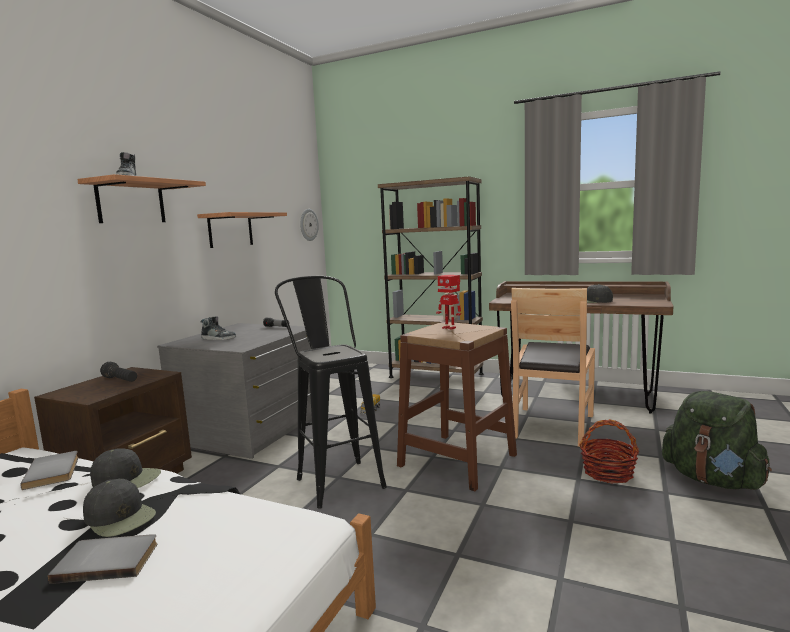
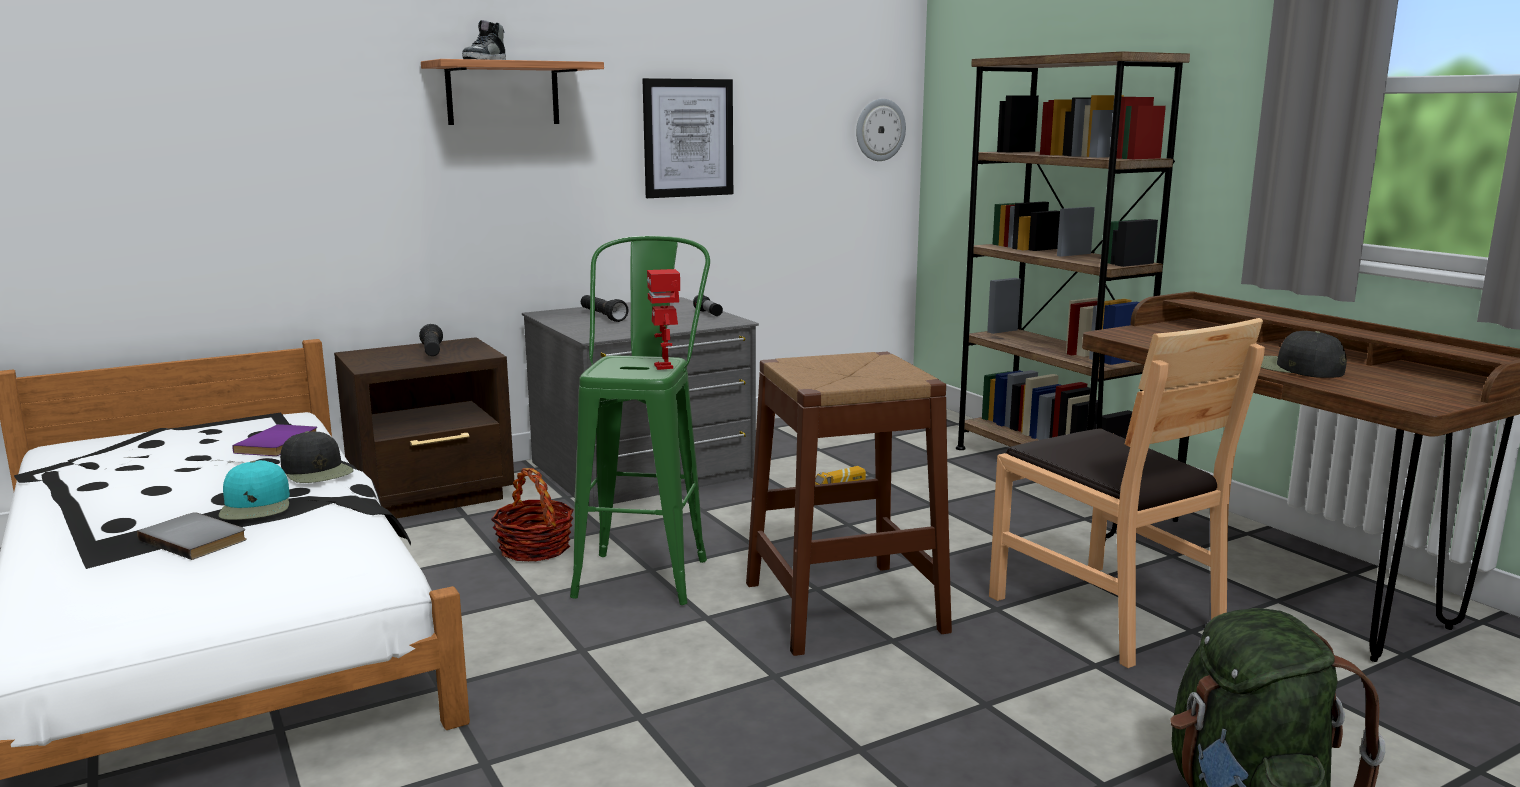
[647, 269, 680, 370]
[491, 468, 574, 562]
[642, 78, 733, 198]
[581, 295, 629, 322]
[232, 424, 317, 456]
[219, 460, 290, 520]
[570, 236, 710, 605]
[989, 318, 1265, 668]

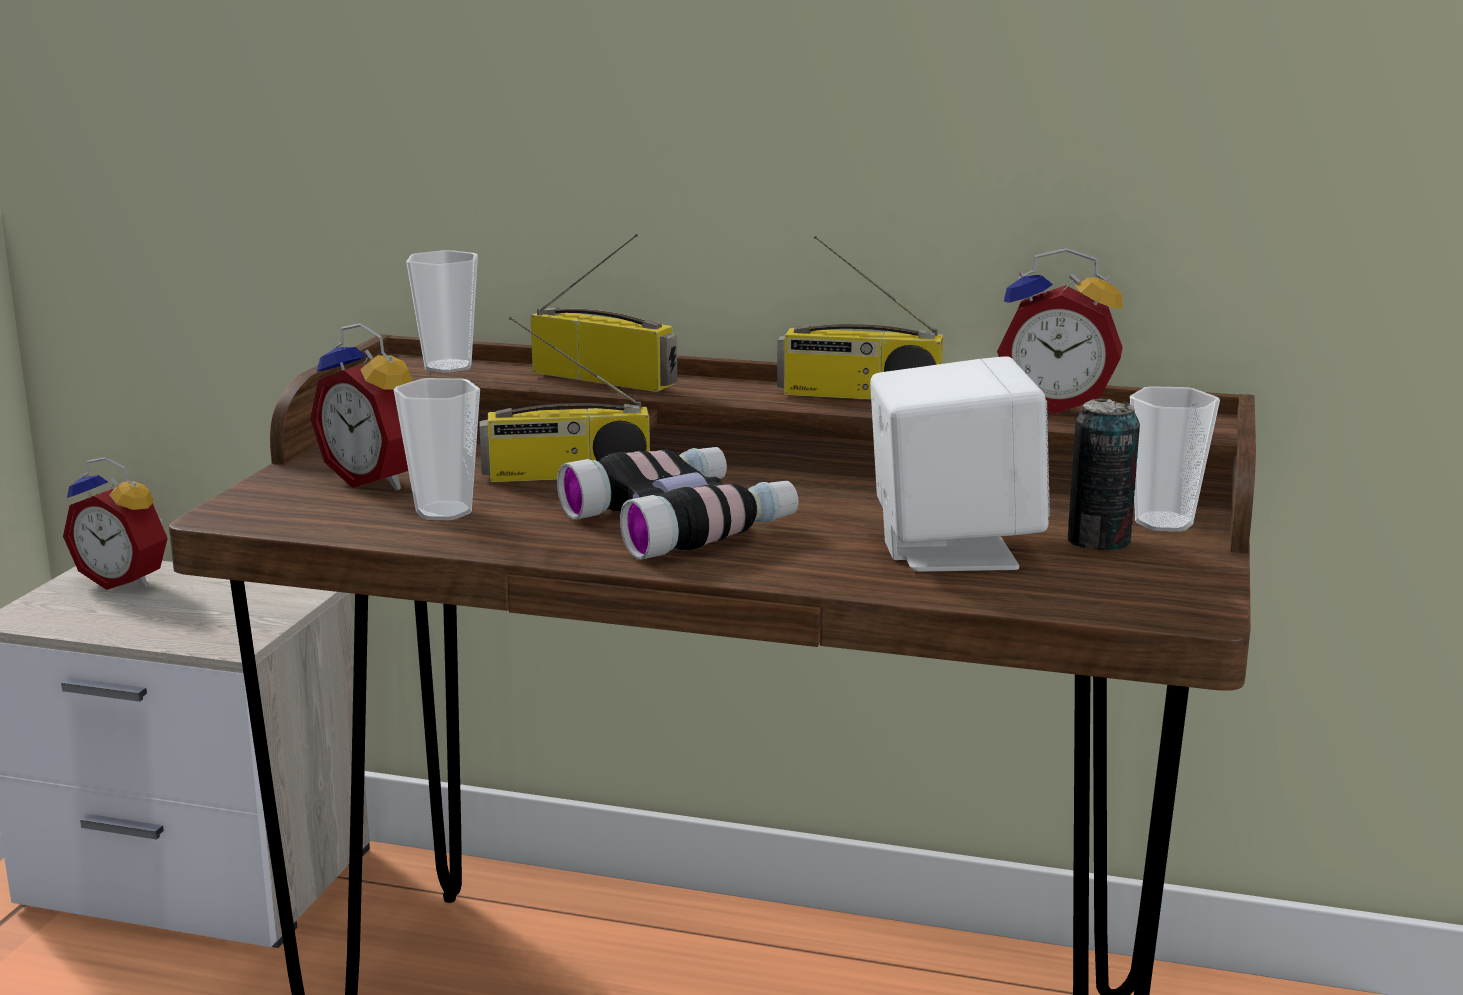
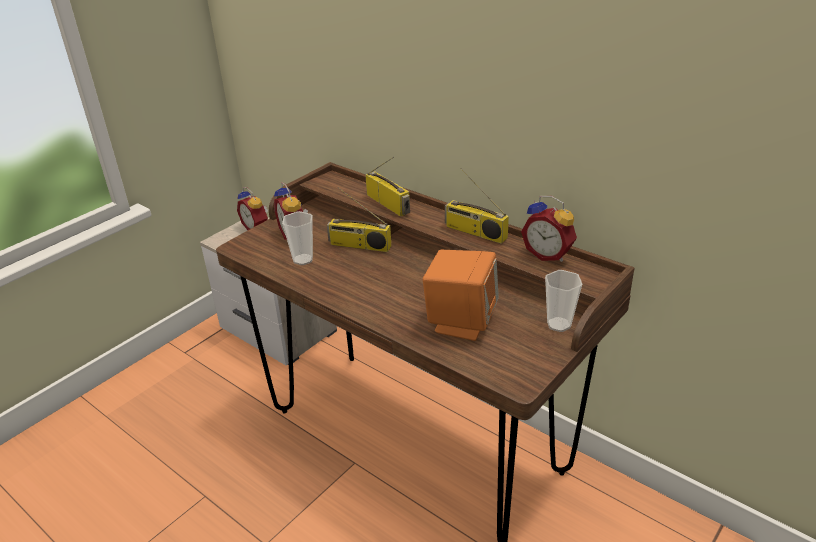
[406, 250, 478, 373] (first image)
[557, 447, 799, 560] (first image)
[1068, 398, 1140, 551] (first image)
[423, 250, 499, 341]

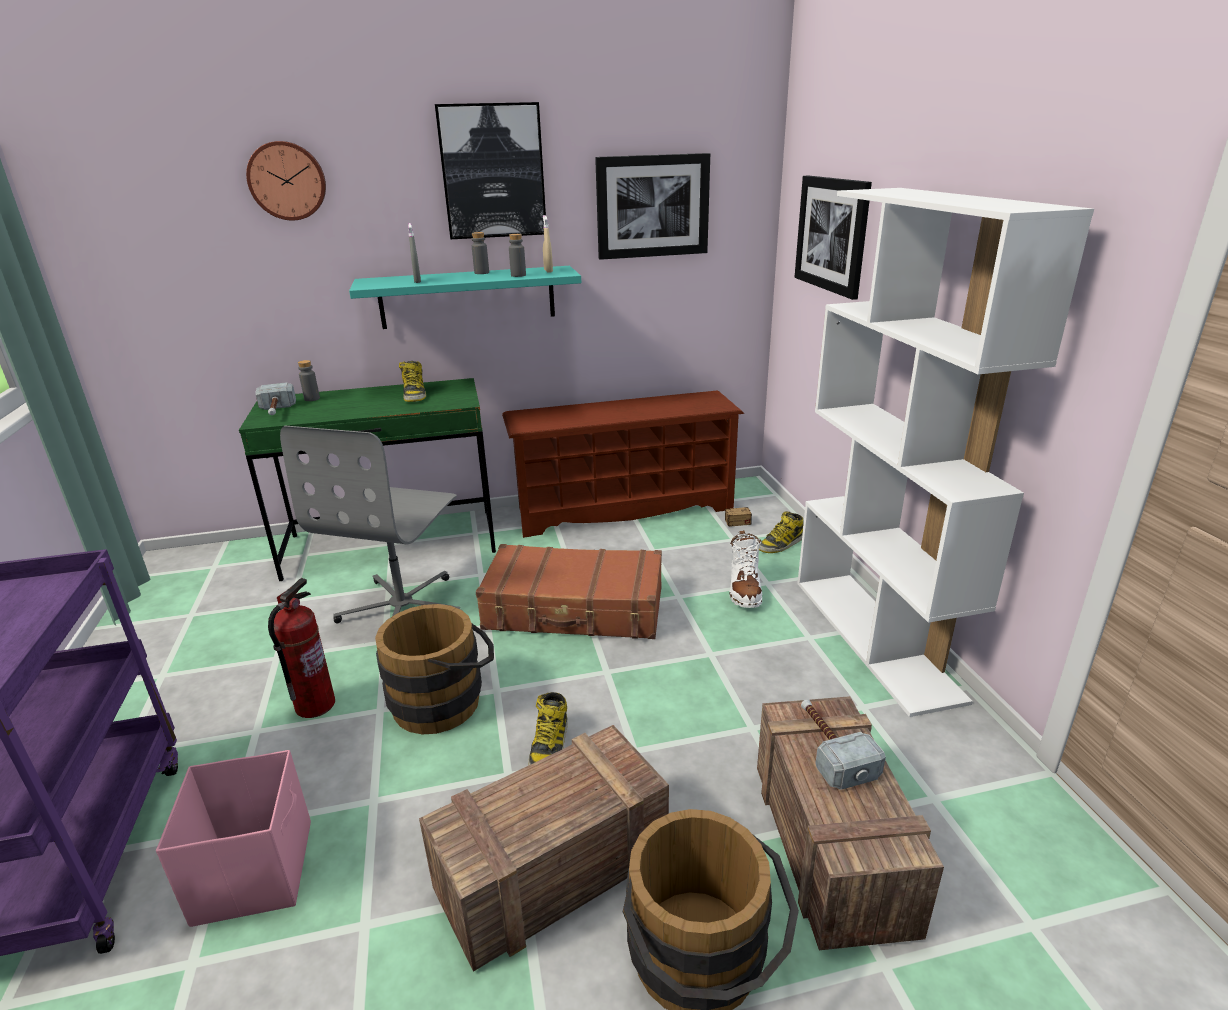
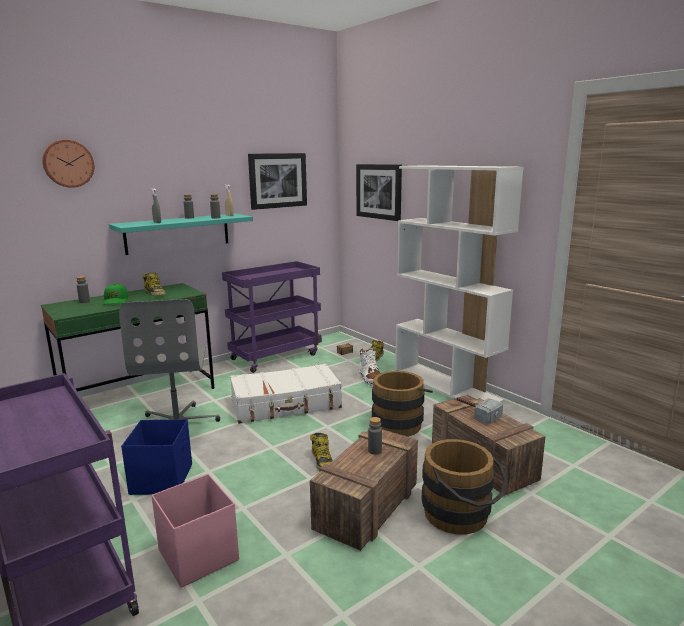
[255, 382, 296, 415] (first image)
[435, 102, 546, 239] (first image)
[103, 283, 129, 305]
[368, 417, 382, 455]
[372, 371, 433, 437]
[121, 419, 192, 495]
[222, 261, 322, 373]
[230, 363, 342, 424]

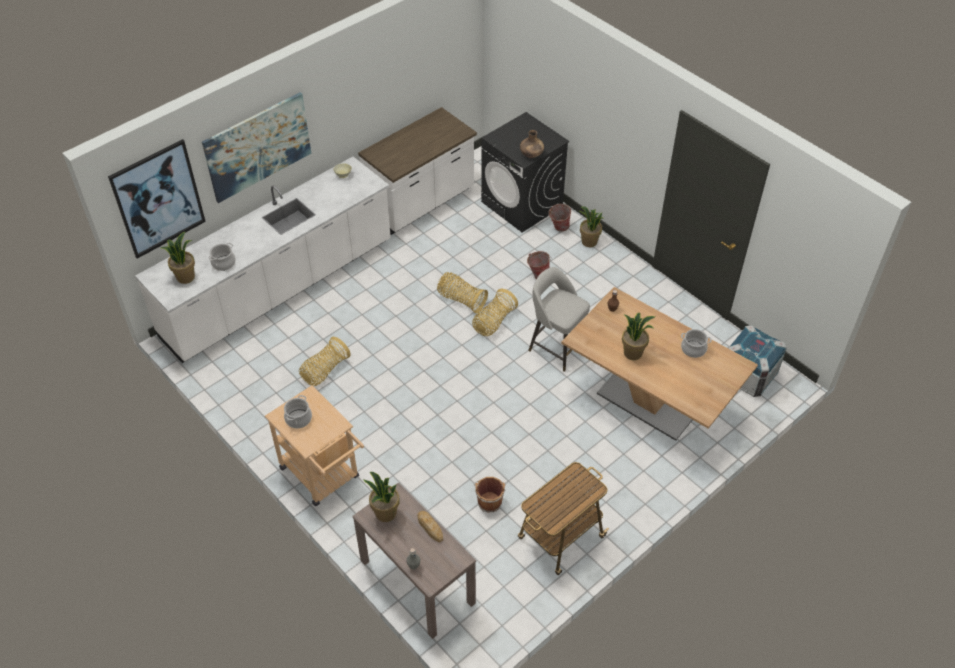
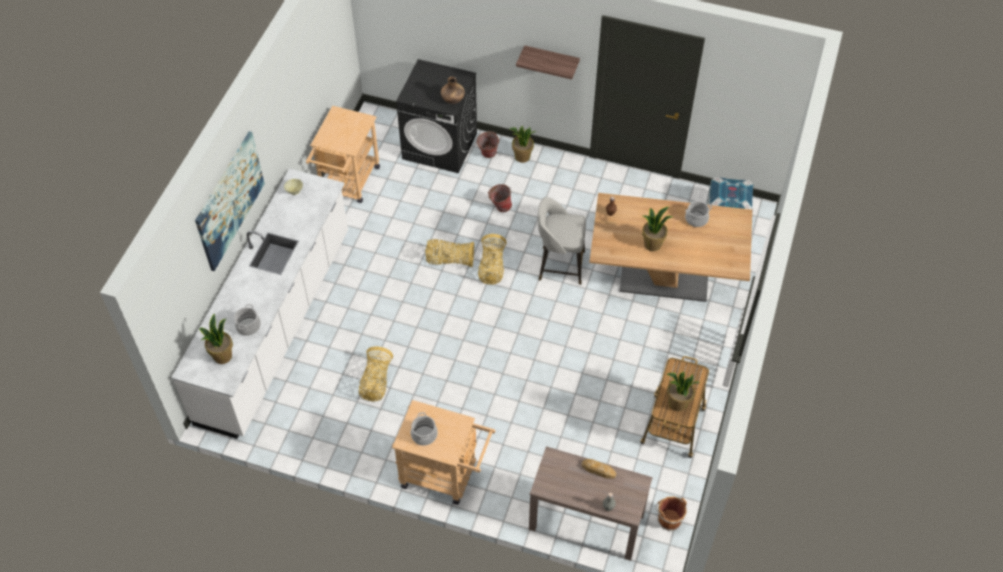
[108, 139, 206, 259] (first image)
[516, 45, 580, 79]
[667, 371, 700, 411]
[656, 497, 687, 531]
[306, 106, 380, 203]

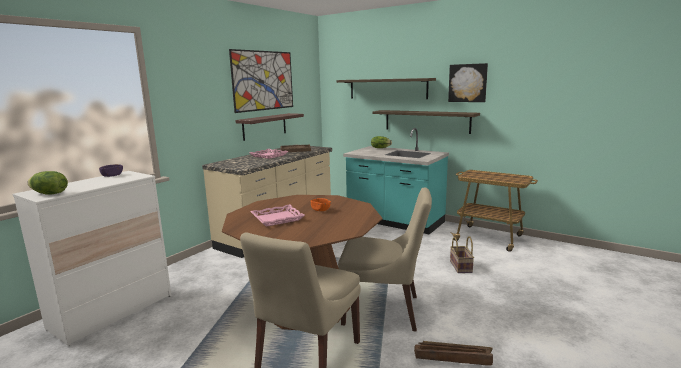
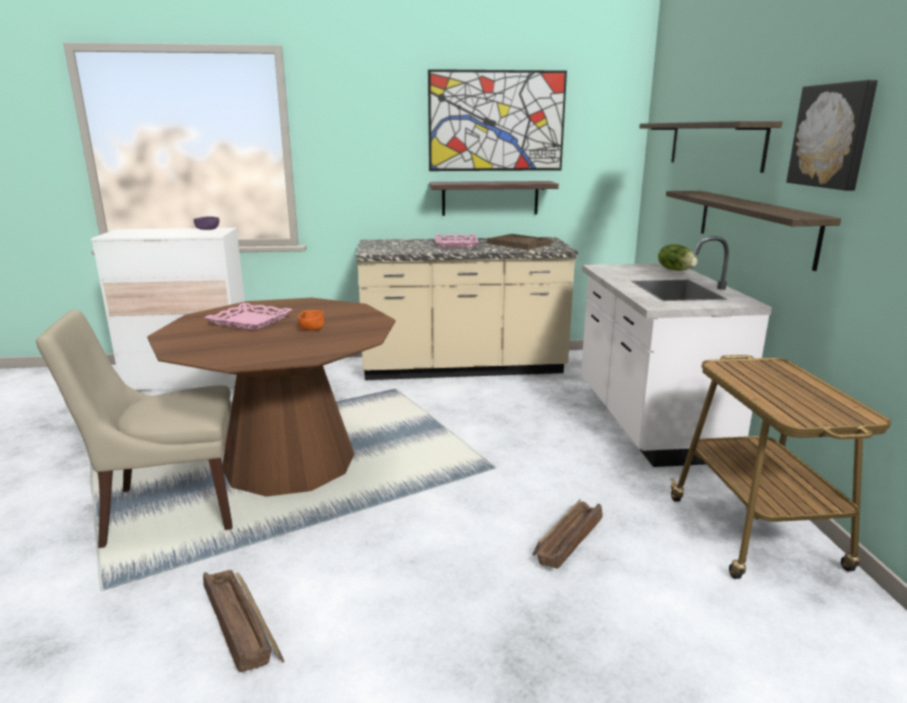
[27, 171, 68, 195] (first image)
[338, 187, 432, 331] (first image)
[533, 499, 603, 569]
[581, 236, 772, 467]

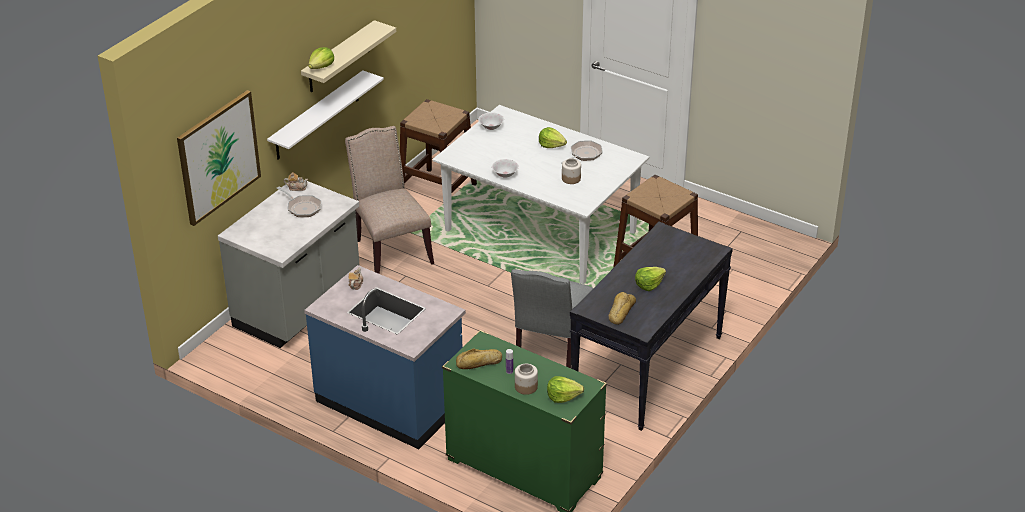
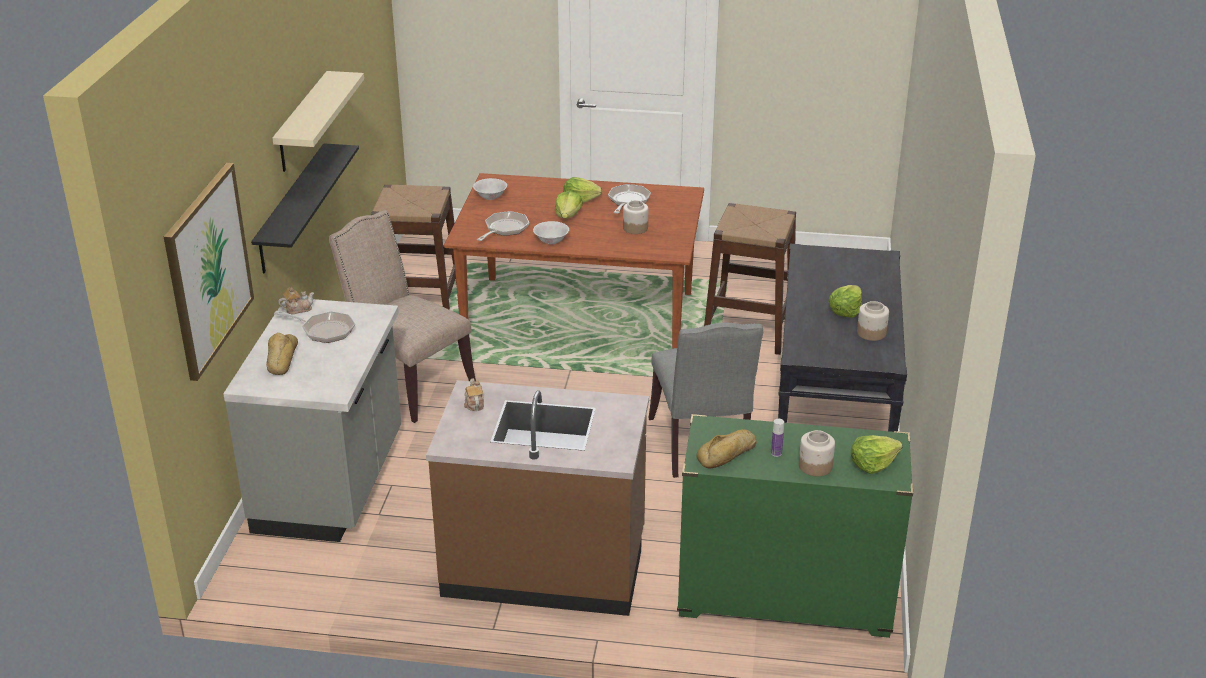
[477, 211, 529, 241]
[857, 301, 889, 341]
[555, 191, 583, 218]
[266, 333, 298, 375]
[251, 143, 359, 273]
[426, 380, 649, 616]
[444, 173, 704, 349]

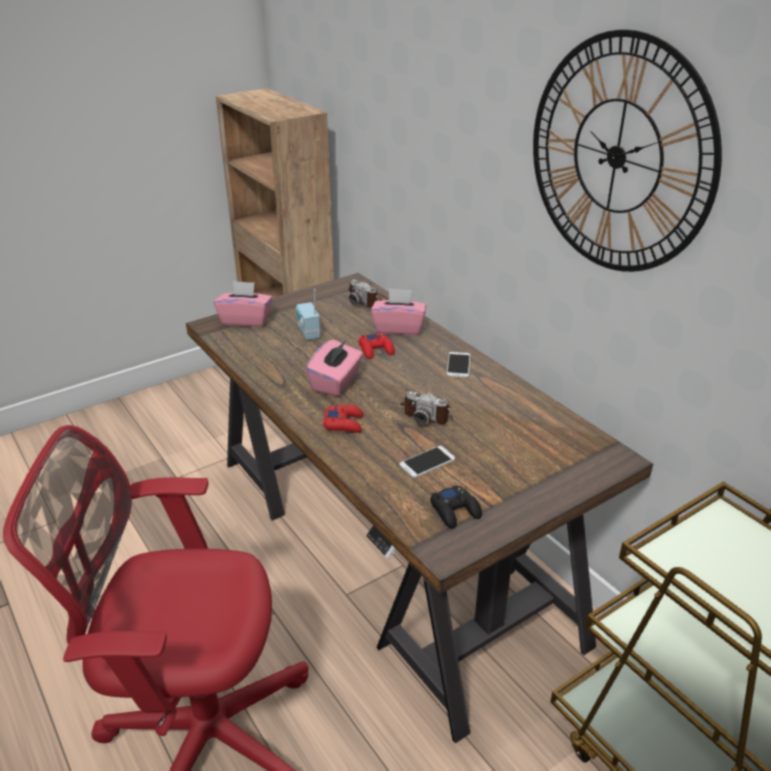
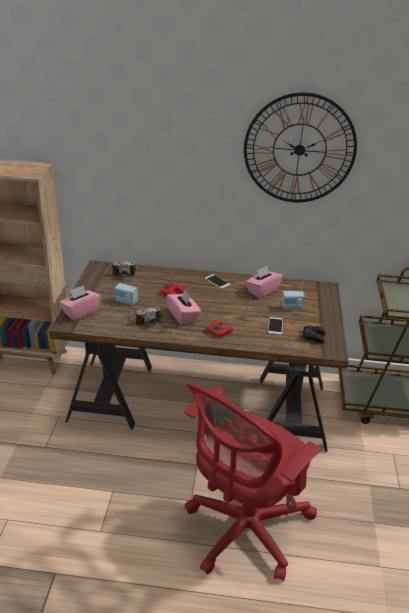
[281, 275, 306, 310]
[246, 266, 283, 299]
[128, 307, 163, 325]

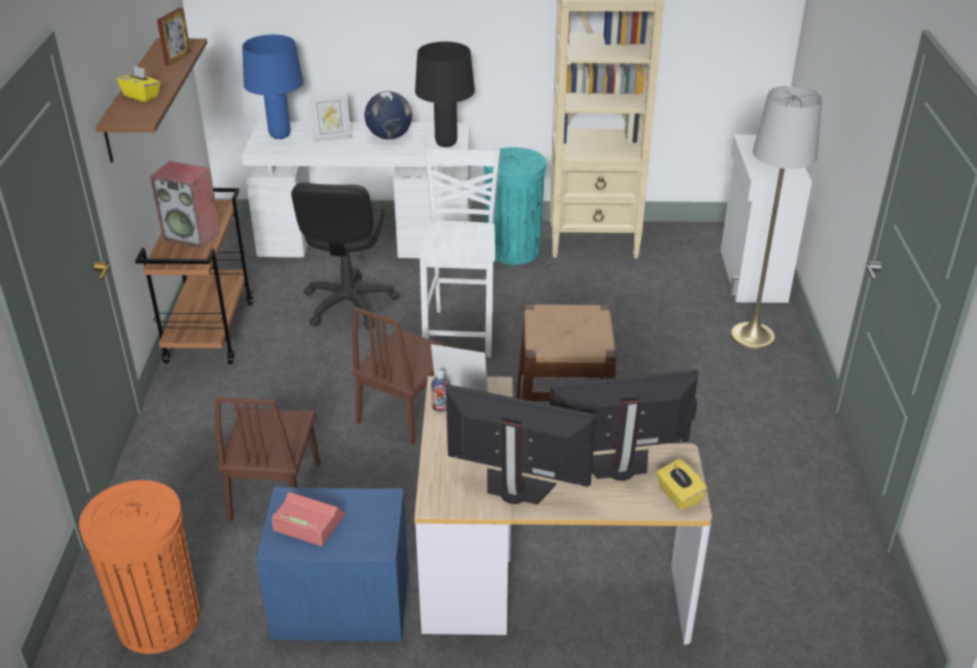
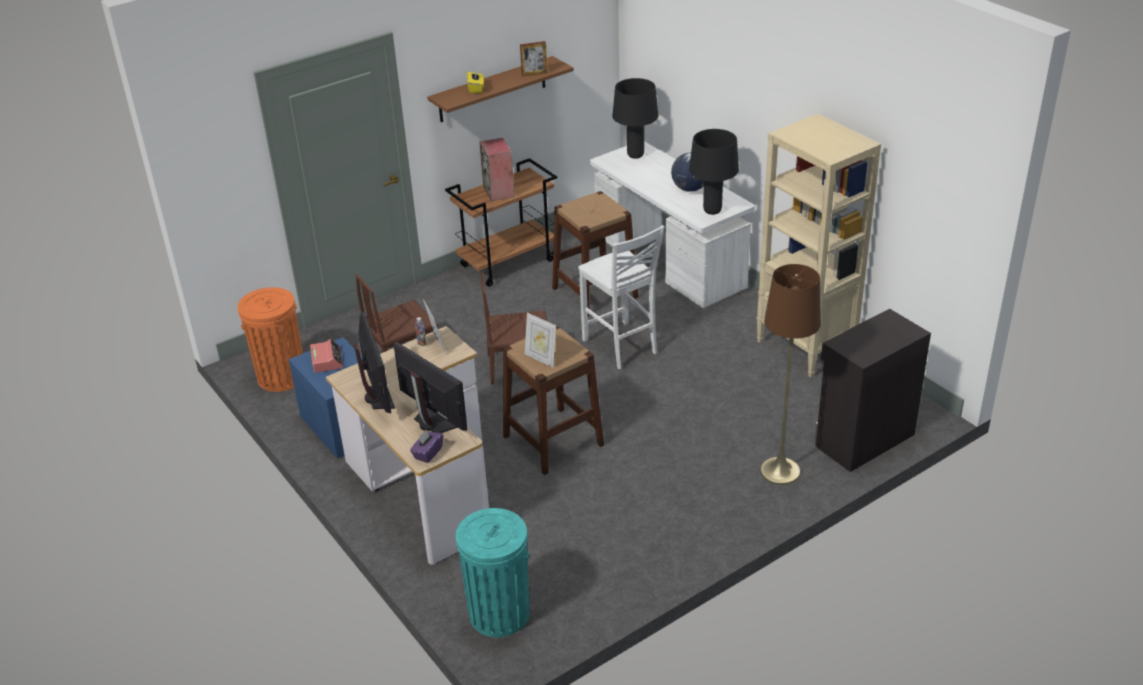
[525, 313, 556, 367]
[456, 508, 530, 637]
[552, 191, 639, 317]
[613, 78, 658, 159]
[410, 430, 443, 463]
[814, 309, 931, 472]
[760, 264, 821, 485]
[578, 225, 665, 369]

